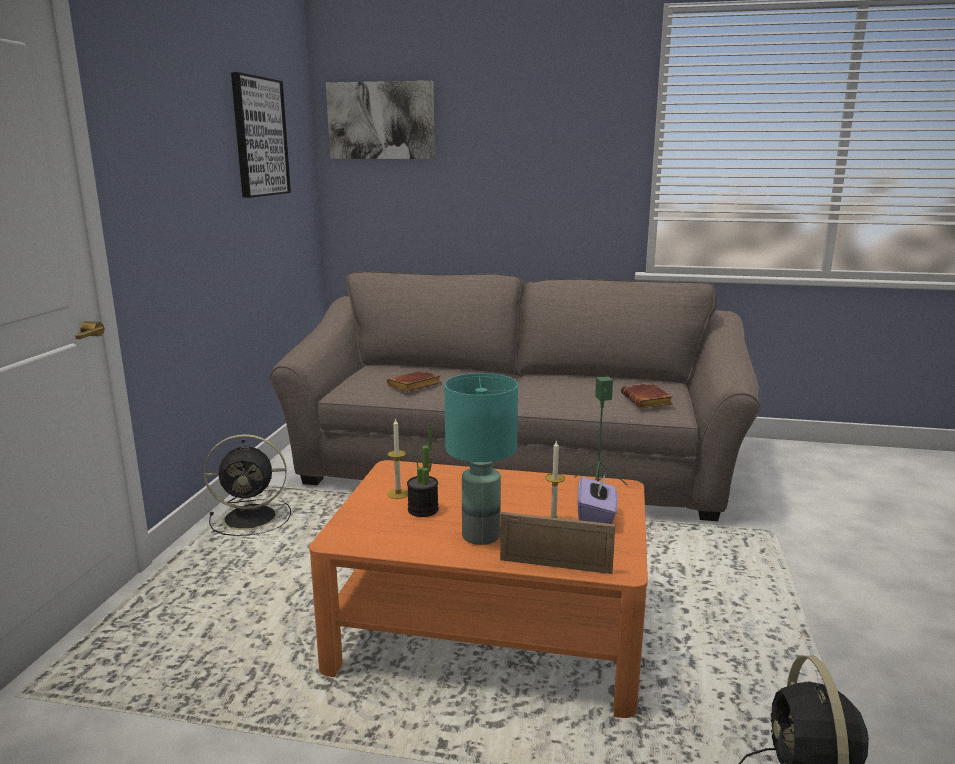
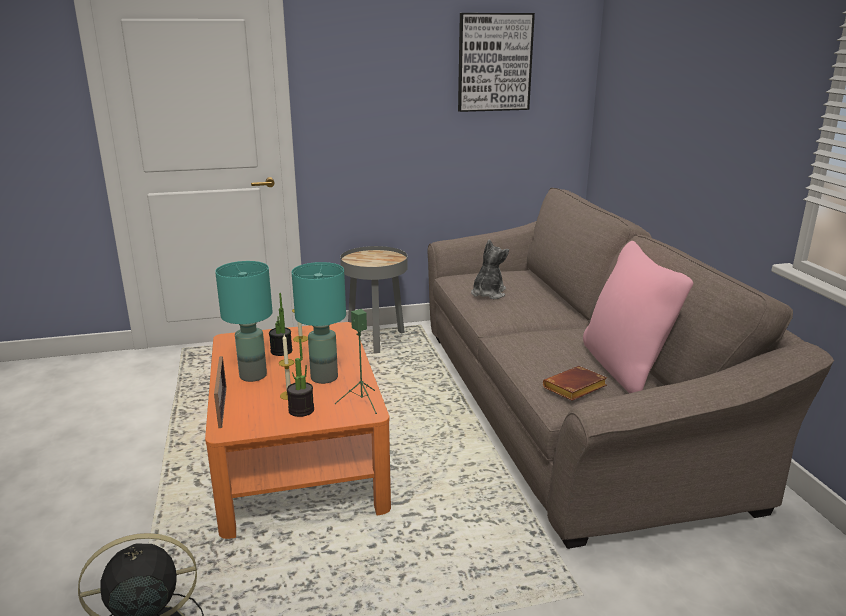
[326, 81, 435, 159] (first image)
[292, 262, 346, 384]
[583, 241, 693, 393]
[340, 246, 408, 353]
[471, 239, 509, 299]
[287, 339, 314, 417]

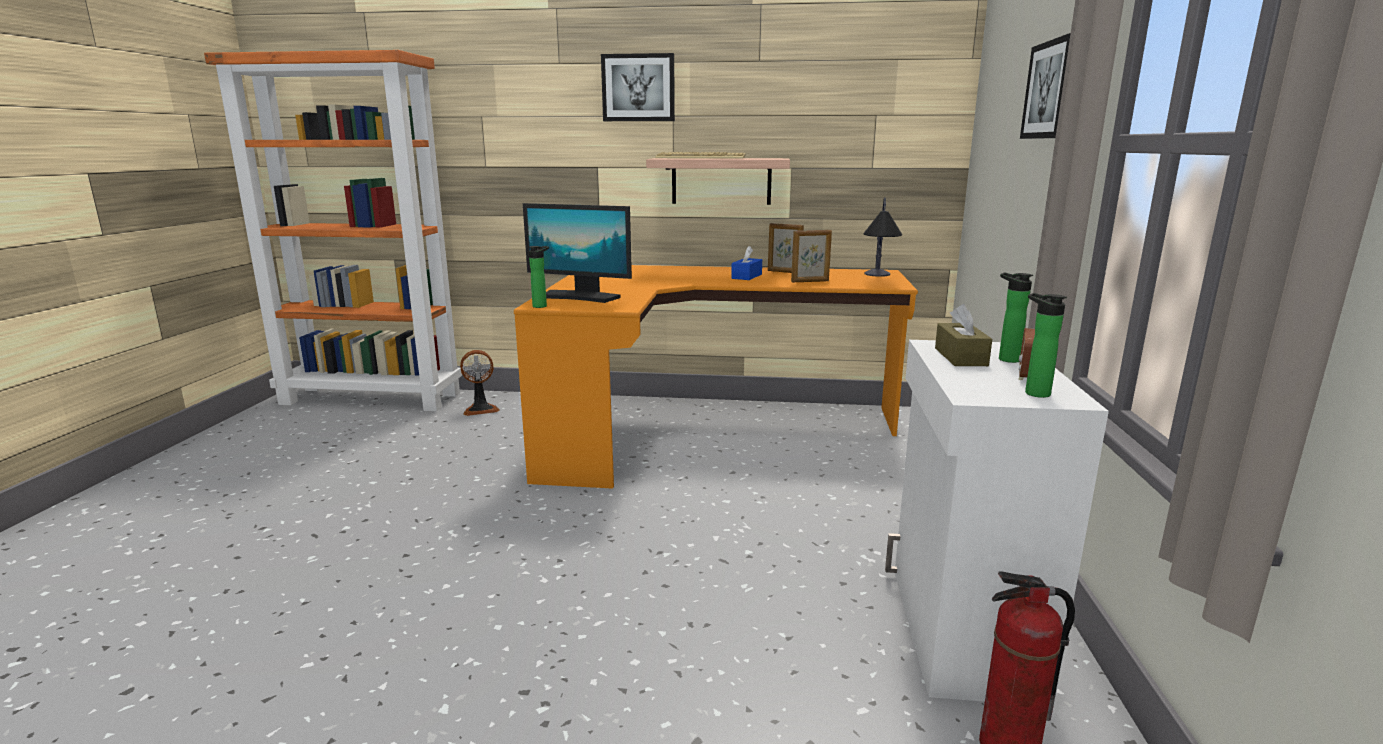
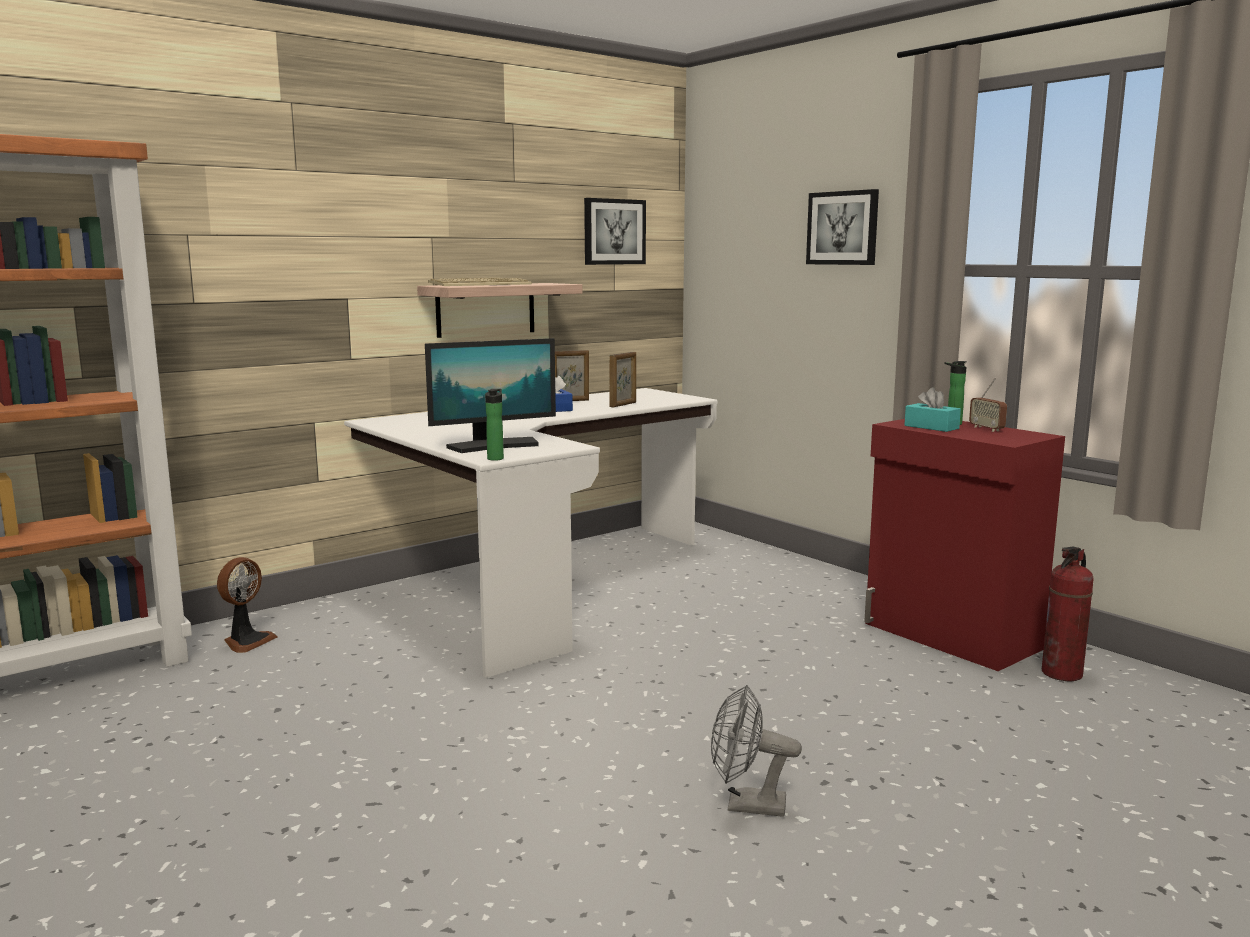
[863, 197, 902, 277] (first image)
[1025, 293, 1067, 398] (first image)
[711, 685, 802, 817]
[584, 198, 646, 265]
[344, 388, 718, 678]
[864, 419, 1065, 671]
[904, 387, 961, 432]

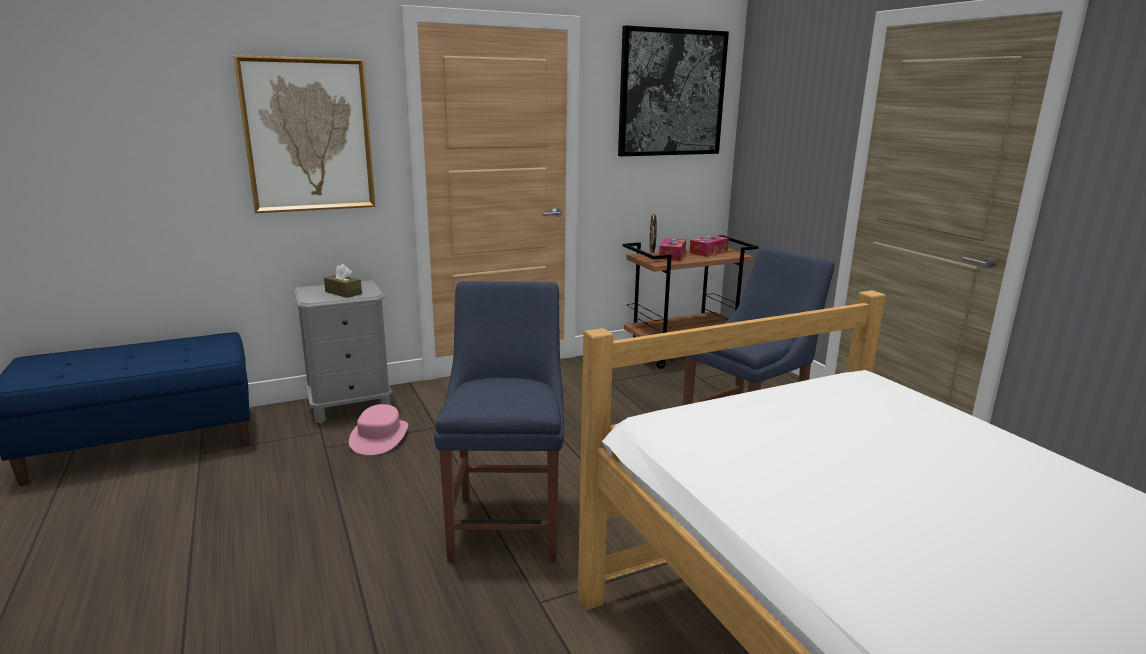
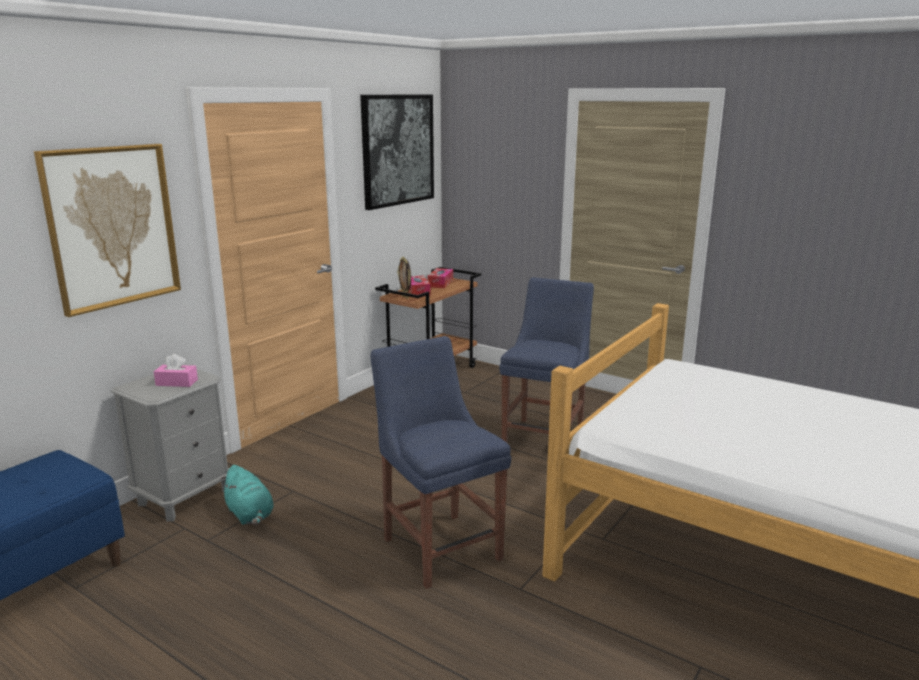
[221, 465, 274, 525]
[154, 354, 198, 387]

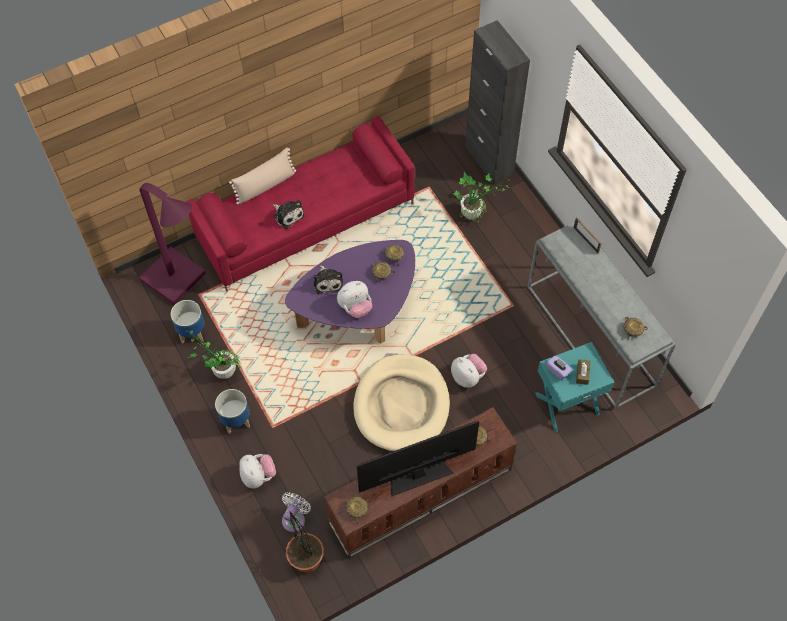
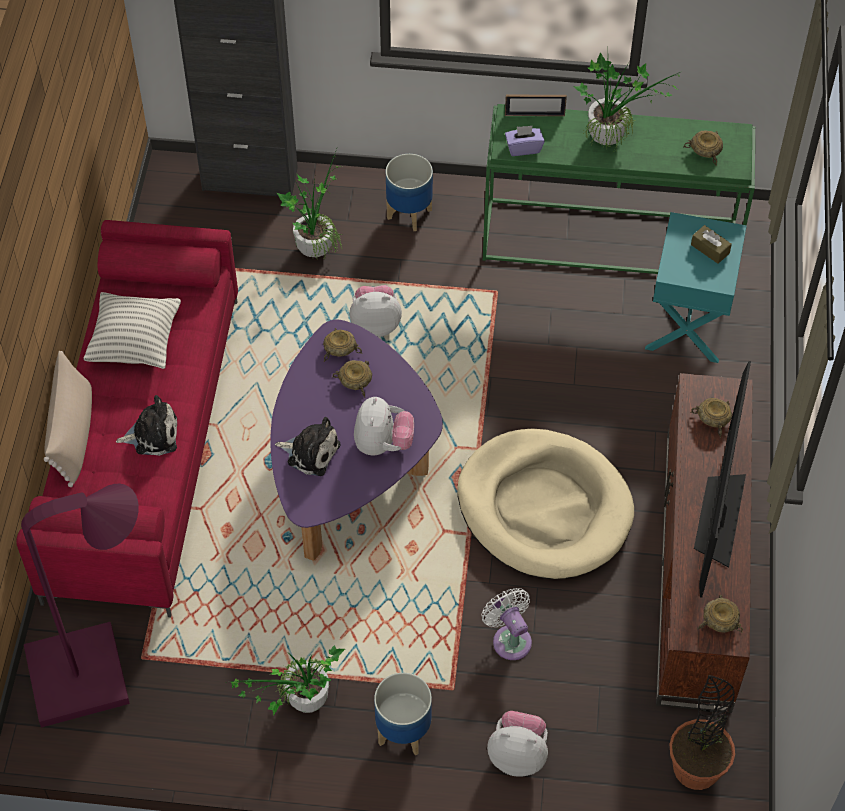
[83, 292, 181, 369]
[573, 52, 680, 152]
[386, 154, 433, 231]
[482, 588, 532, 660]
[349, 285, 402, 337]
[505, 126, 545, 156]
[483, 104, 755, 274]

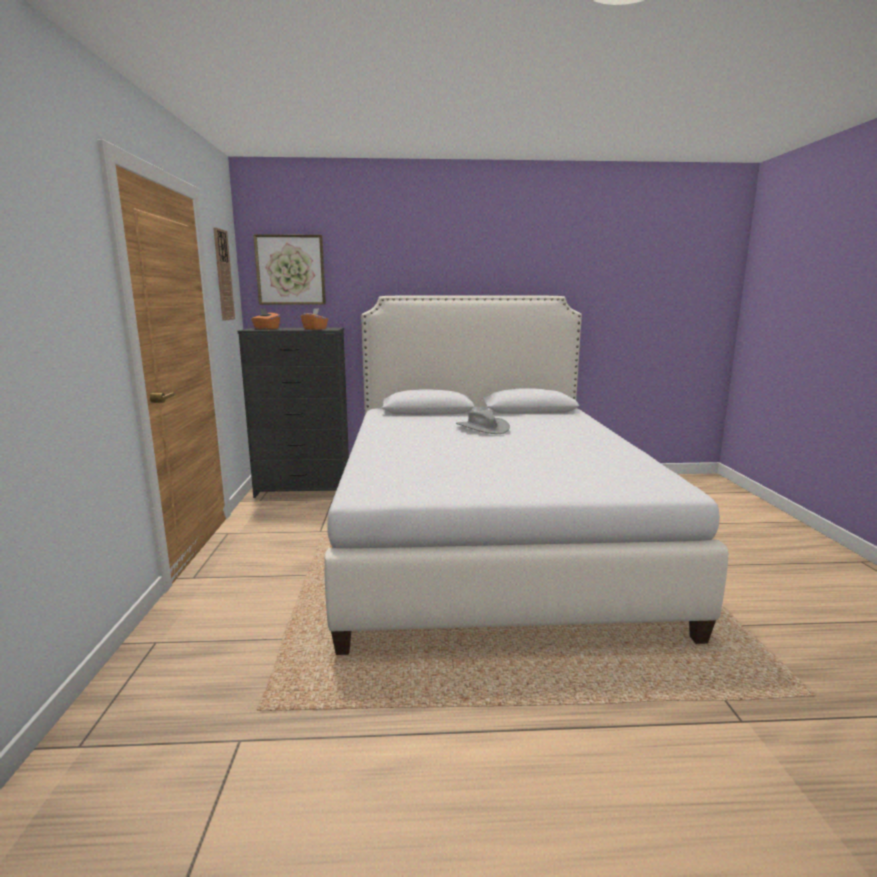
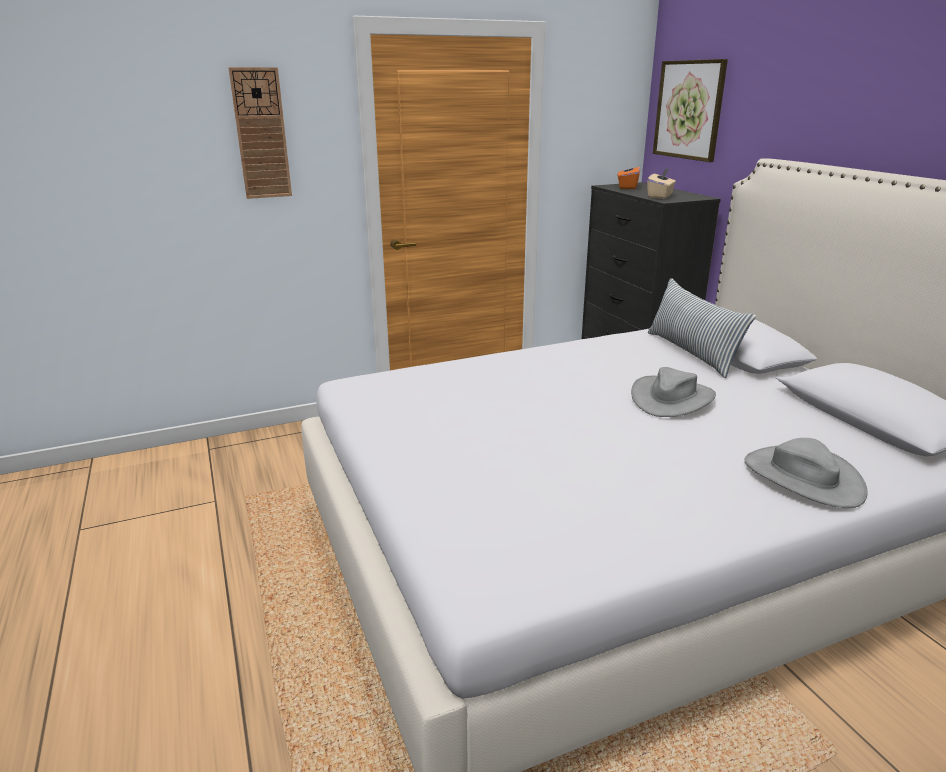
[648, 278, 756, 378]
[744, 438, 868, 508]
[228, 67, 292, 199]
[647, 168, 676, 199]

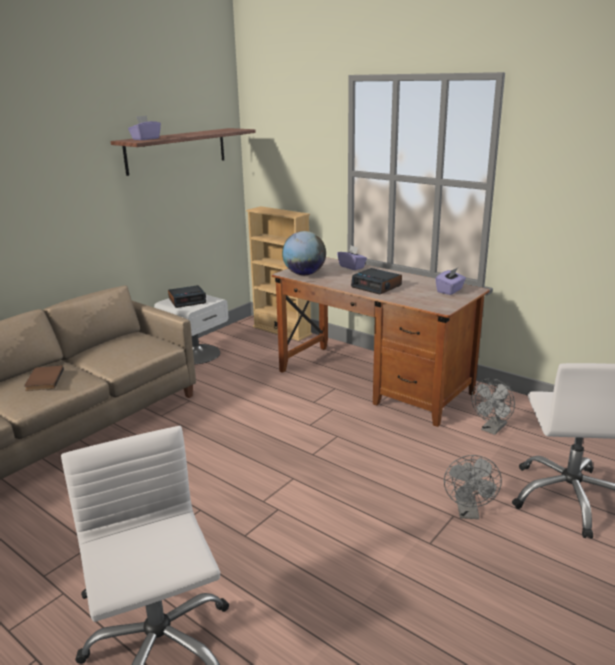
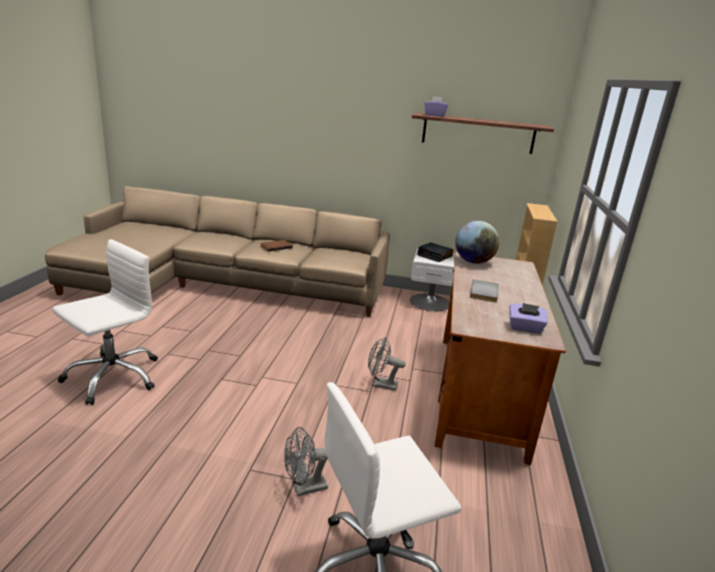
[337, 246, 367, 270] (first image)
[368, 337, 406, 391]
[470, 280, 499, 302]

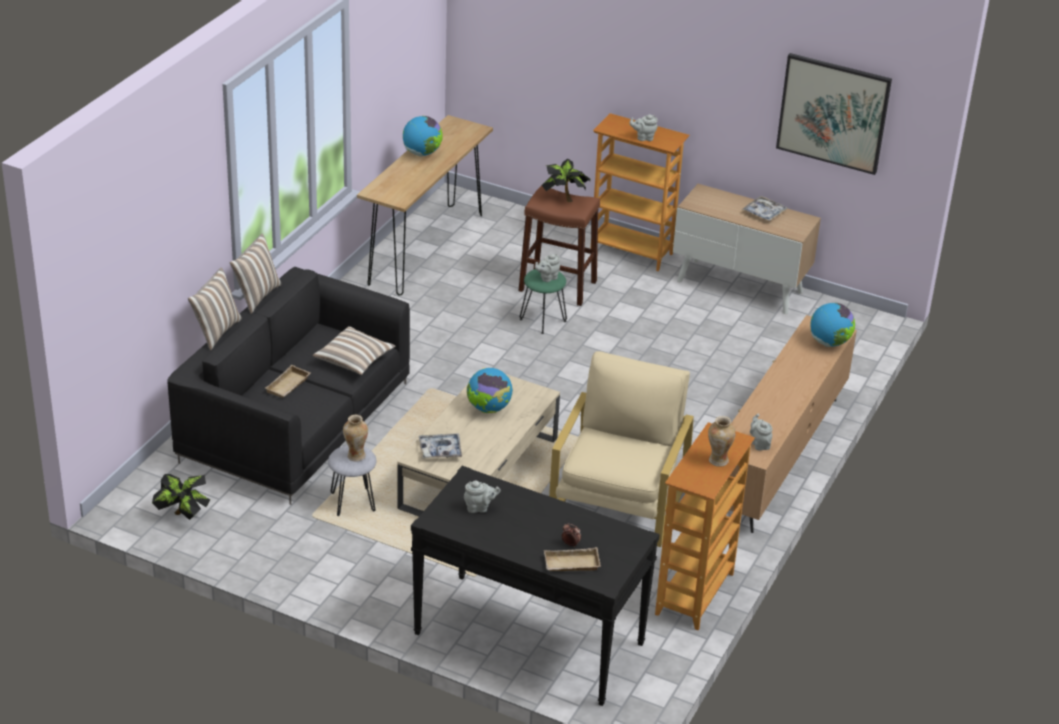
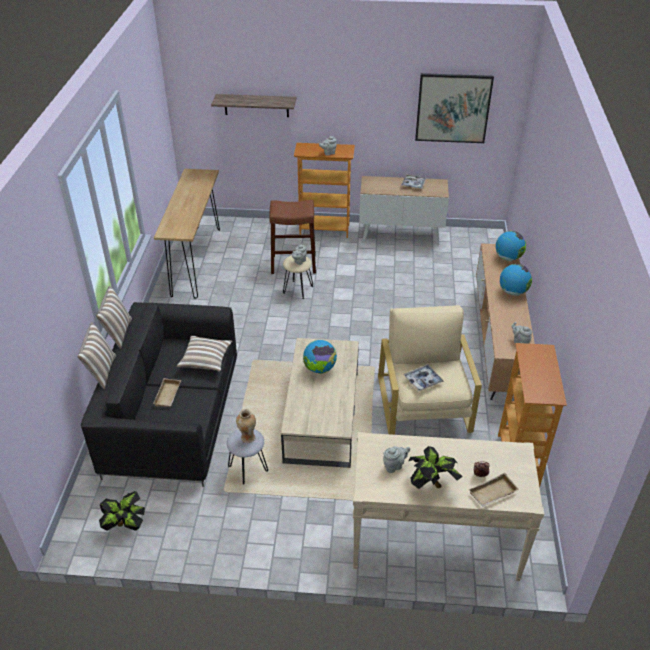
[708, 416, 736, 467] (first image)
[211, 94, 296, 117]
[500, 264, 532, 296]
[404, 364, 444, 392]
[408, 446, 463, 489]
[353, 432, 544, 581]
[283, 255, 313, 299]

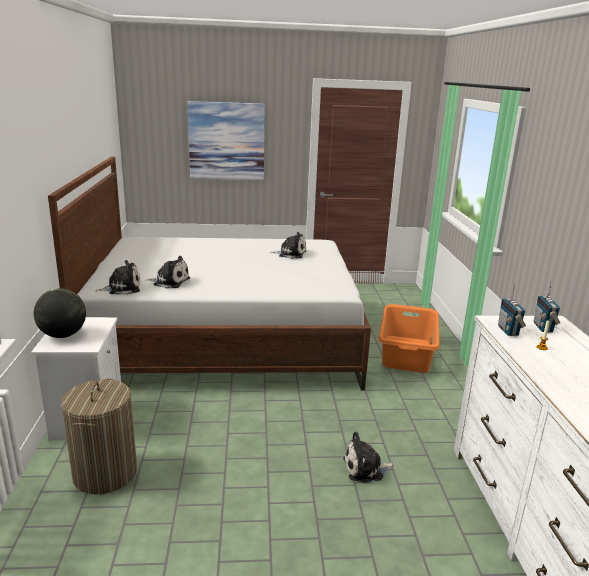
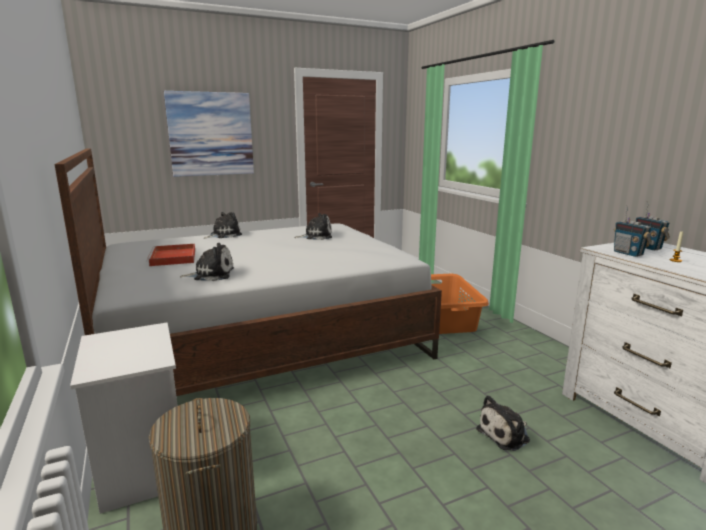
[34, 288, 86, 338] (first image)
[146, 244, 195, 266]
[204, 212, 242, 239]

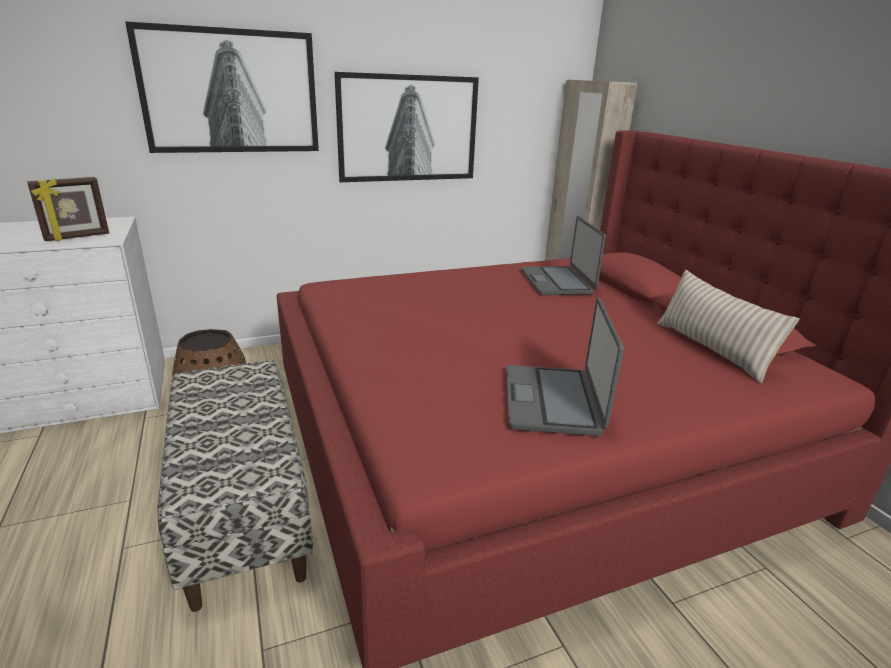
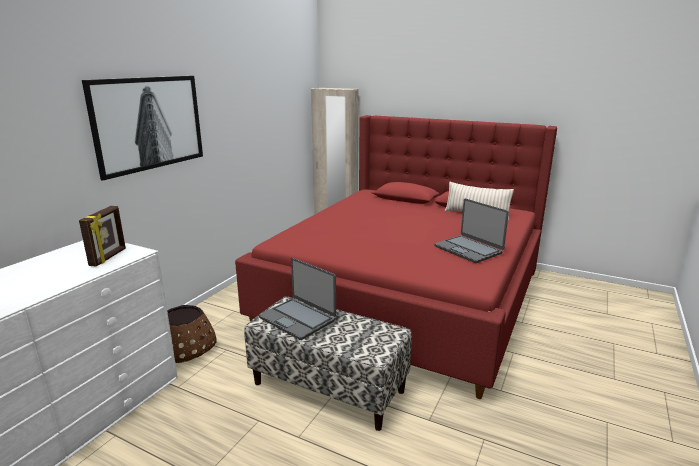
[334, 72, 479, 182] (first image)
[259, 258, 336, 340]

